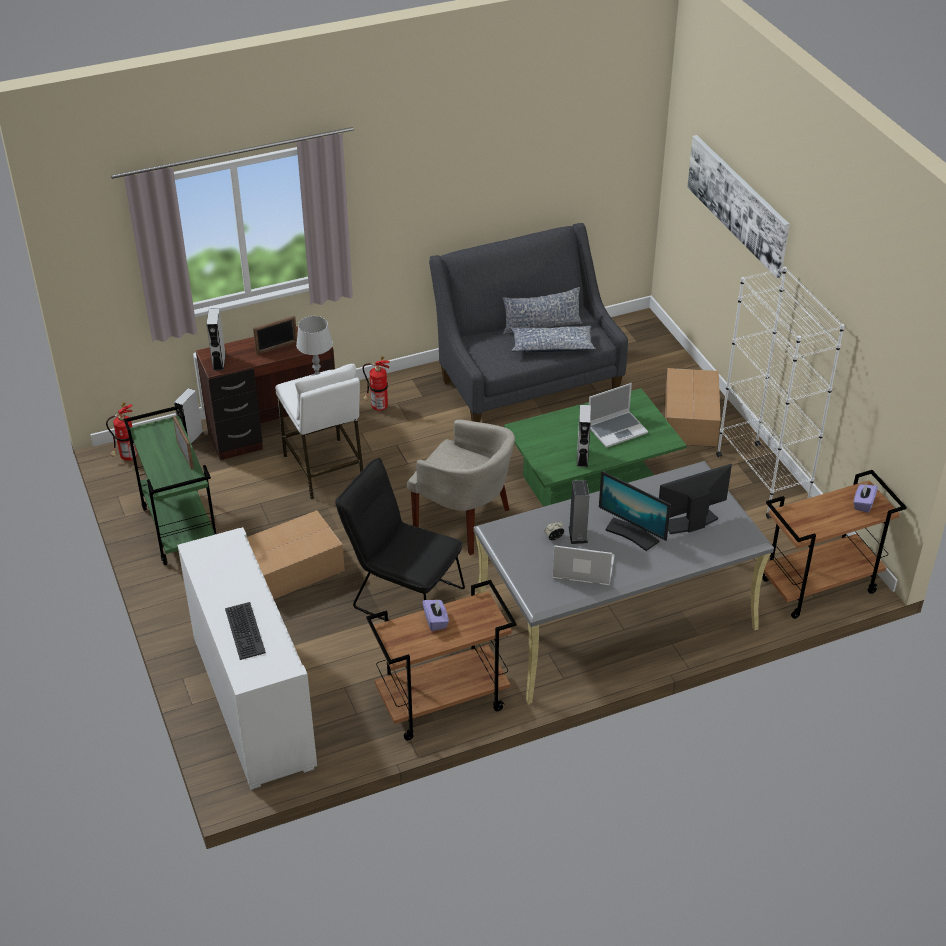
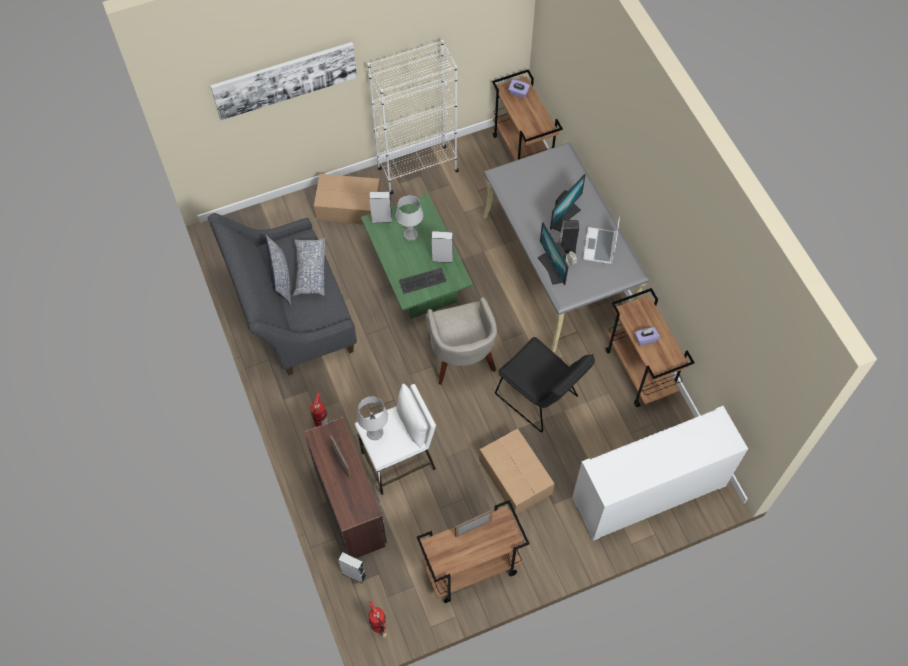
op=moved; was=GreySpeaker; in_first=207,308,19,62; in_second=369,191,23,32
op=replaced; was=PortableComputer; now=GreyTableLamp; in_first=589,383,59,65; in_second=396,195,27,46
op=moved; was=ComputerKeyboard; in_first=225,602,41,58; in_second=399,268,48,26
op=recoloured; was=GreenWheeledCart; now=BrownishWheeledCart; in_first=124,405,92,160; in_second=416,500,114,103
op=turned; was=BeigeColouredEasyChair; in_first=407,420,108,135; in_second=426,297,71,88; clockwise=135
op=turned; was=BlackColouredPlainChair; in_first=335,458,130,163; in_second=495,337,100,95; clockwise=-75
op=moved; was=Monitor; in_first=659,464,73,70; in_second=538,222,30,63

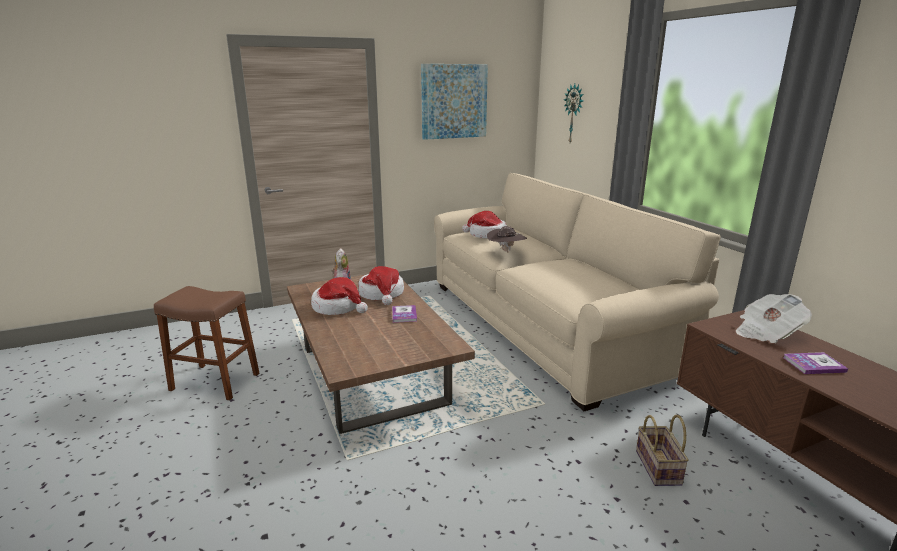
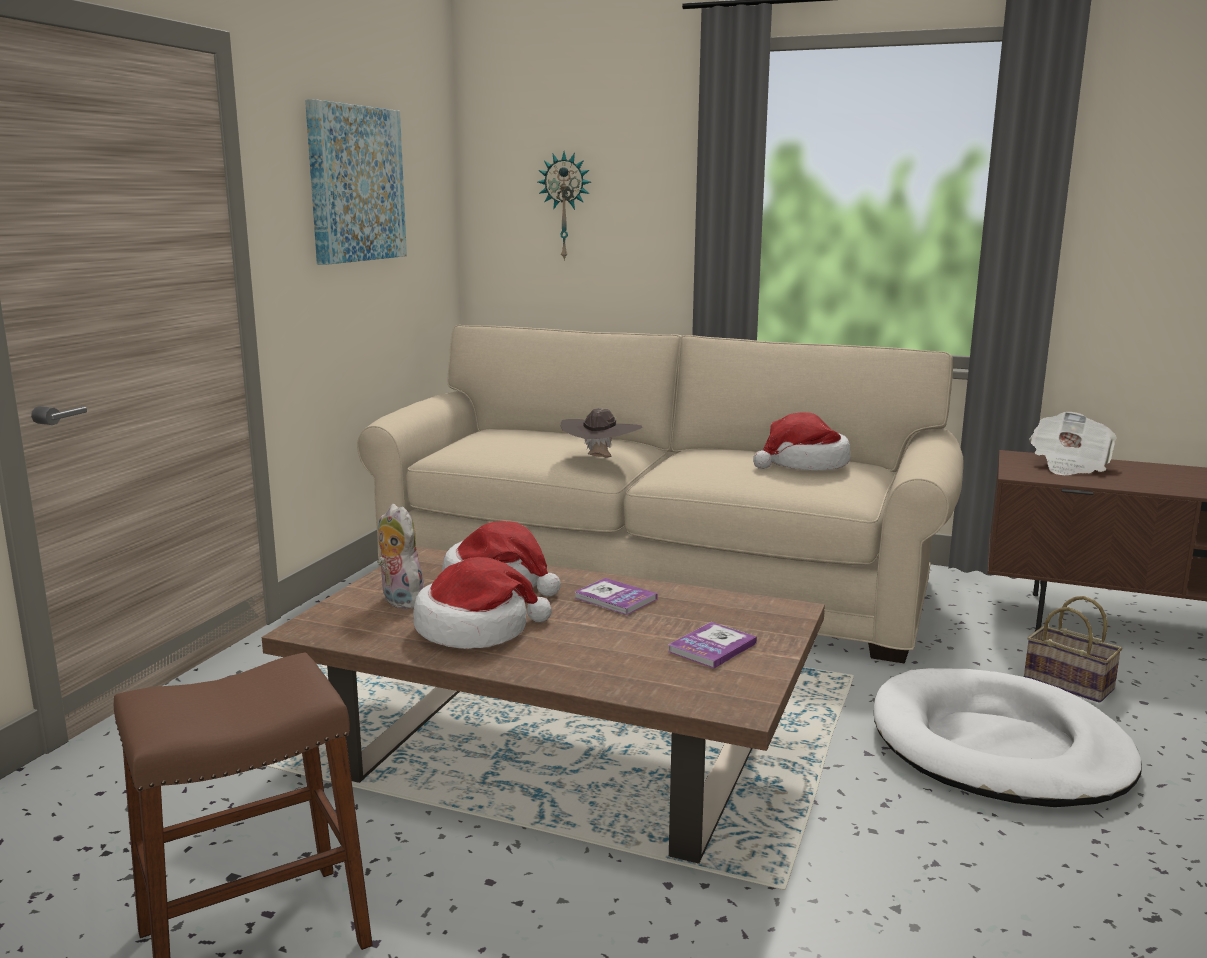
op=moved; was=Volume; in_first=784,352,64,22; in_second=668,622,89,47
op=moved; was=WearableHat; in_first=462,211,45,28; in_second=753,412,97,59
op=added; now=WhiteDogBed; in_second=874,668,268,139

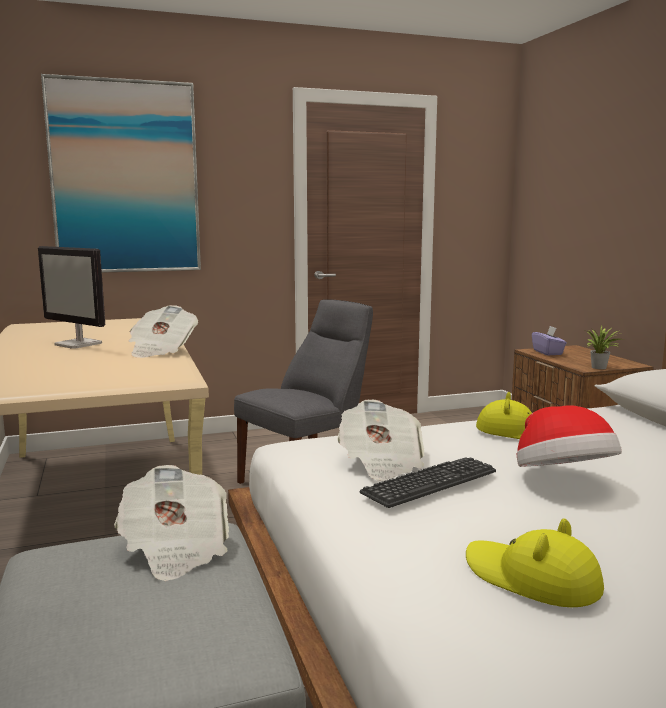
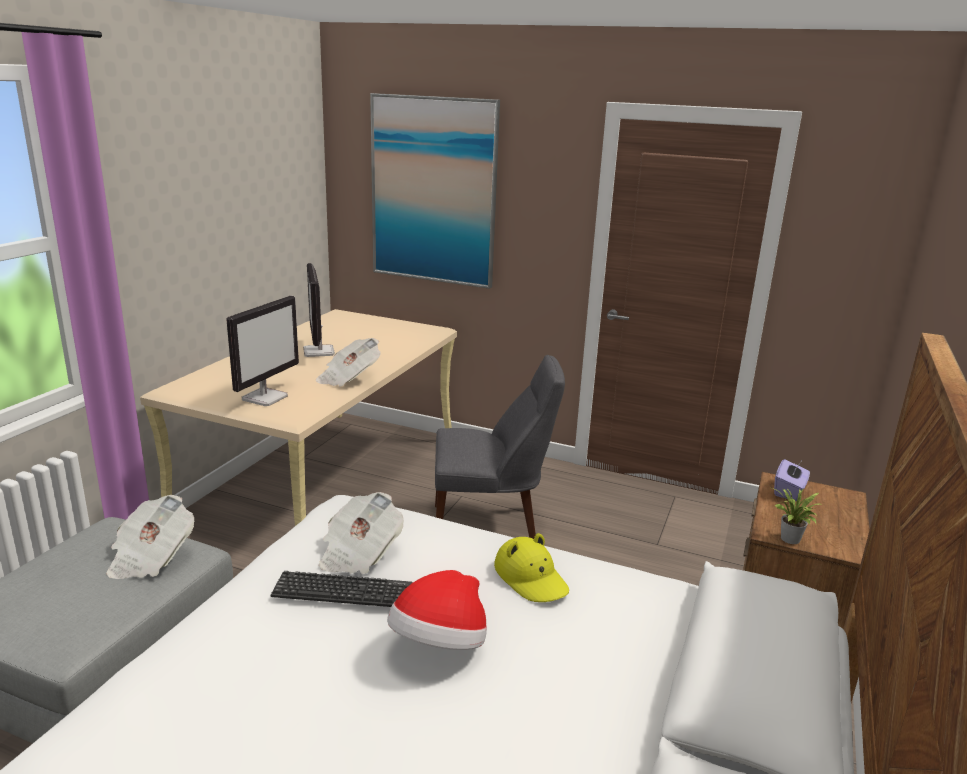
op=added; now=Monitor; in_second=226,296,73,110
op=removed; was=YellowWearableHat; in_first=466,518,138,89

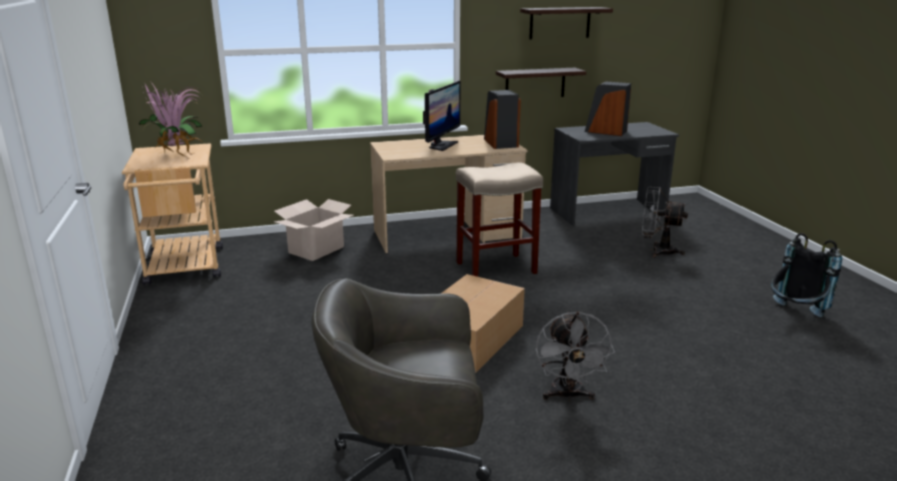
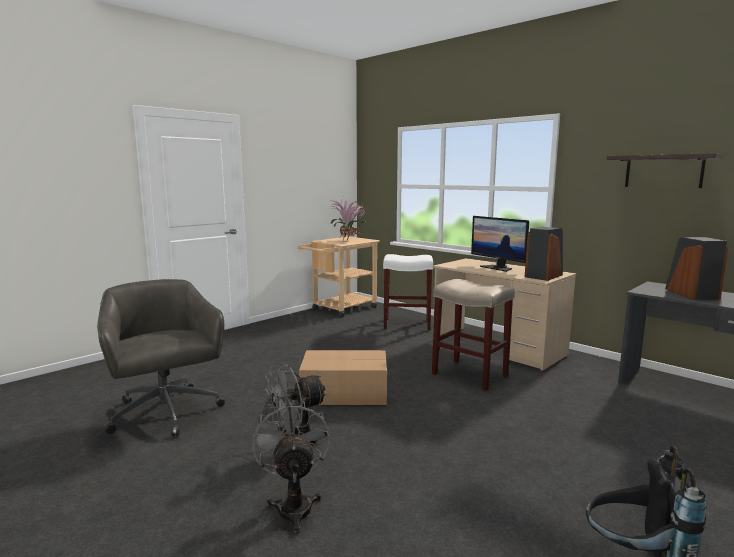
op=moved; was=GreyCoolingFan; in_first=642,187,46,70; in_second=252,401,79,133
op=replaced; was=PackingBox; now=WhiteStoolSeat; in_first=274,199,80,62; in_second=383,254,50,76
op=turned; was=Monitor; in_first=423,81,37,70; in_second=471,216,58,56; clockwise=60
op=removed; was=Shelf; in_first=496,68,90,29

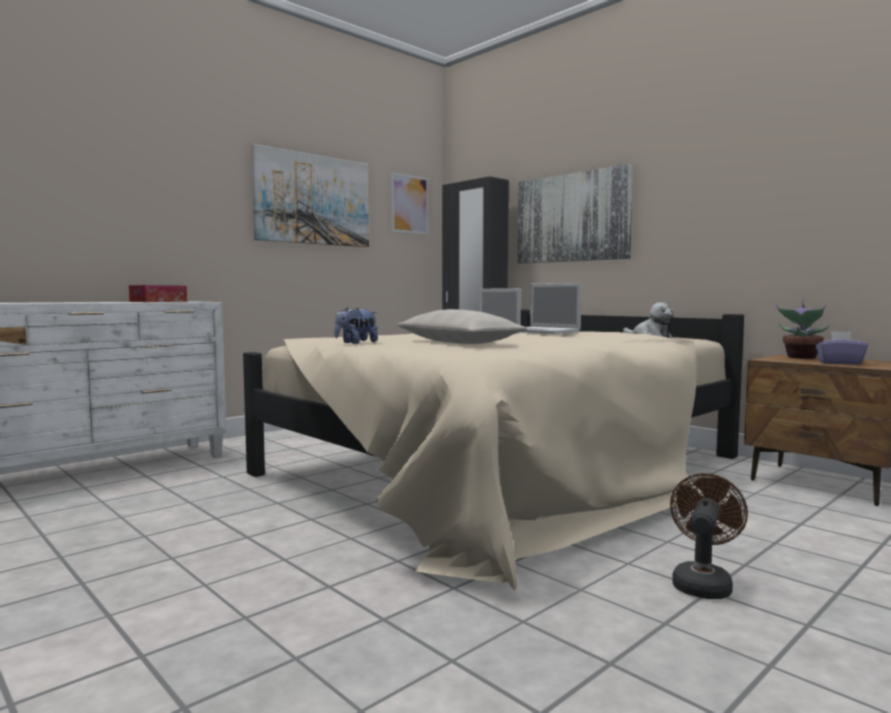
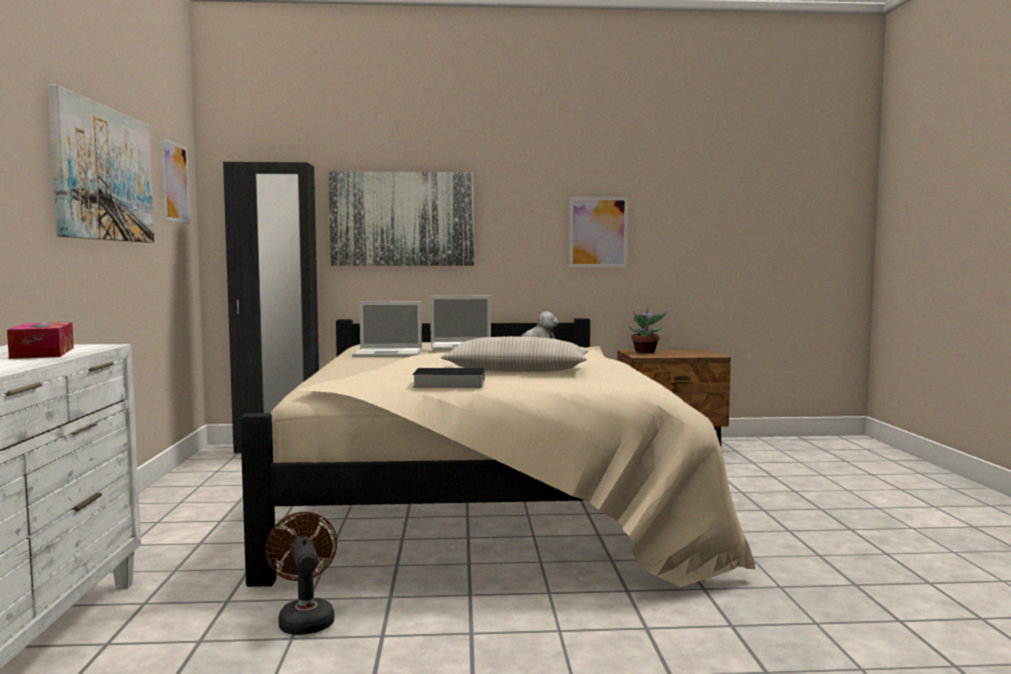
op=moved; was=BrownishCoolingFan; in_first=670,473,78,126; in_second=265,512,72,123
op=replaced; was=CuddlyToy; now=Volume; in_first=334,308,44,36; in_second=407,368,77,20
op=added; now=Picture; in_second=569,197,59,70
op=removed; was=PurpleColouredTissueHolder; in_first=815,331,53,34

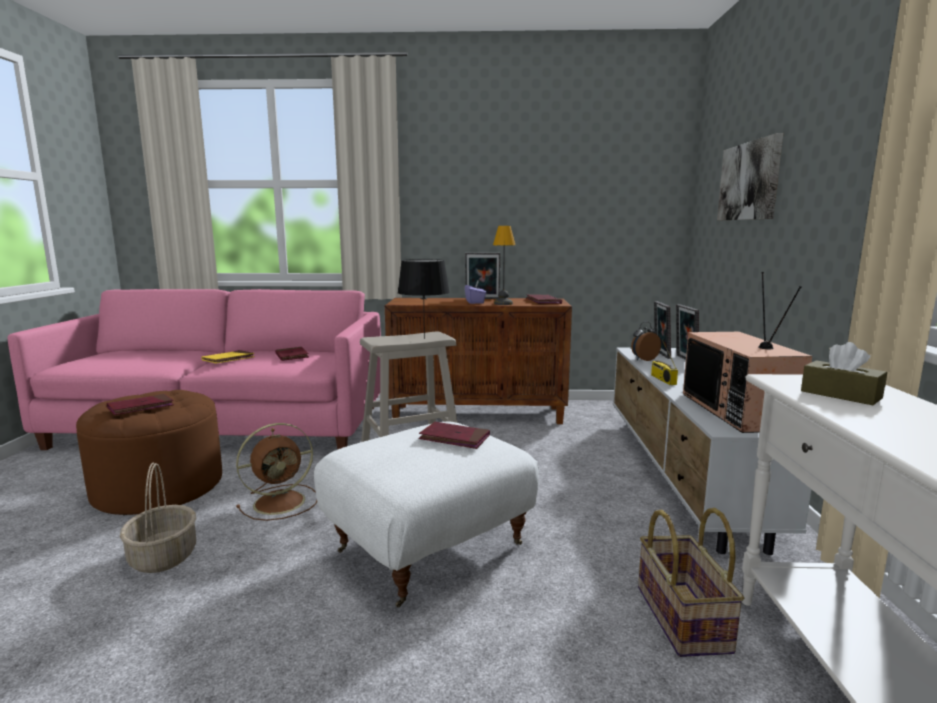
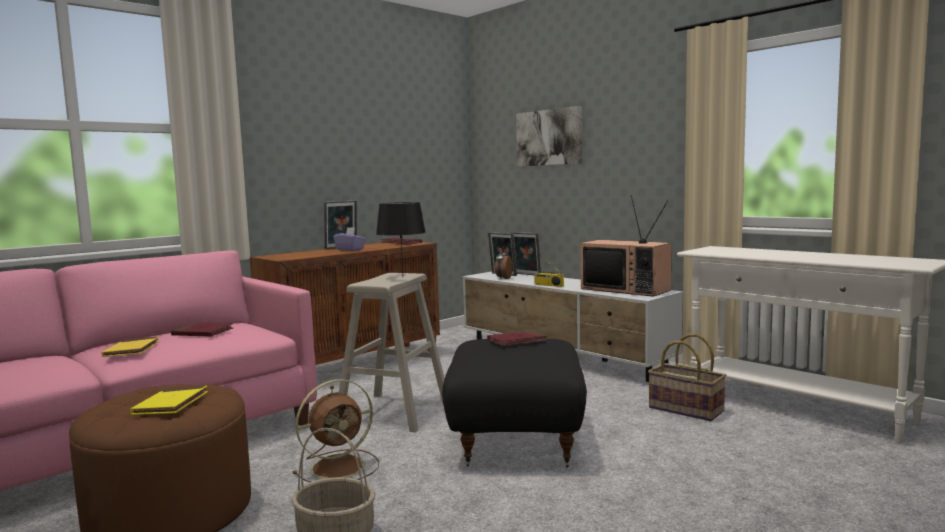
op=recoloured; was=RedVolume; now=YellowVolume; in_first=107,394,67,21; in_second=130,386,78,29
op=turned; was=BrownishCoolingFan; in_first=236,423,81,98; in_second=293,379,86,103; clockwise=45
op=recoloured; was=WhiteFootrest; now=BlackColouredFootrest; in_first=314,422,225,185; in_second=442,338,145,130
op=removed; was=TableLamp; in_first=493,226,22,79
op=removed; was=BrownishTissueHolder; in_first=801,342,86,63

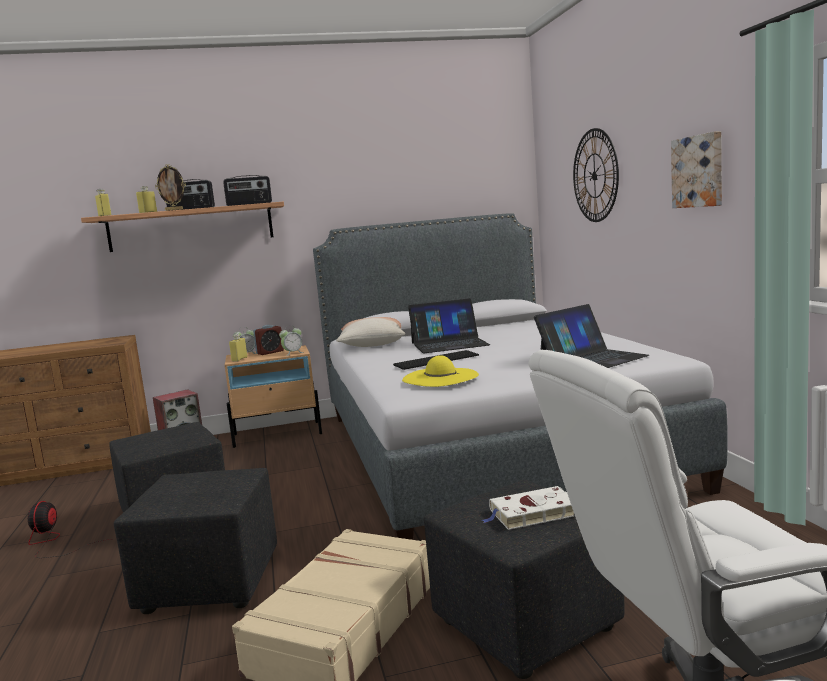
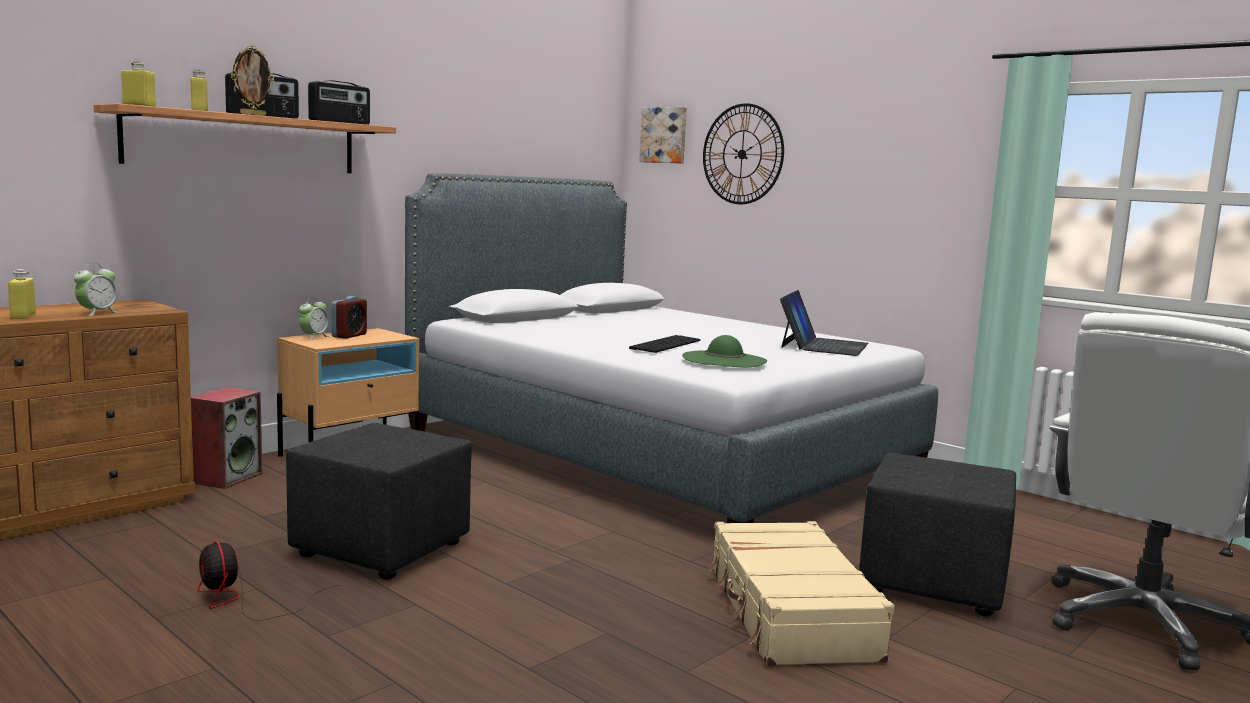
op=moved; was=YellowDrinkBottle; in_first=229,334,19,28; in_second=8,269,28,50
op=moved; was=BedsideClock; in_first=279,325,25,31; in_second=74,263,44,53
op=moved; was=Picture; in_first=671,131,51,77; in_second=639,107,48,57
op=recoloured; was=YellowWearableHat; now=GreenWearableHat; in_first=402,355,77,32; in_second=682,335,85,32
op=removed; was=BlackColouredFootrest; in_first=114,468,163,146
op=removed; was=ThrowPillow; in_first=336,317,69,30
op=removed; was=PortableComputer; in_first=408,298,82,55
op=removed; was=WhiteVolume; in_first=482,486,92,44

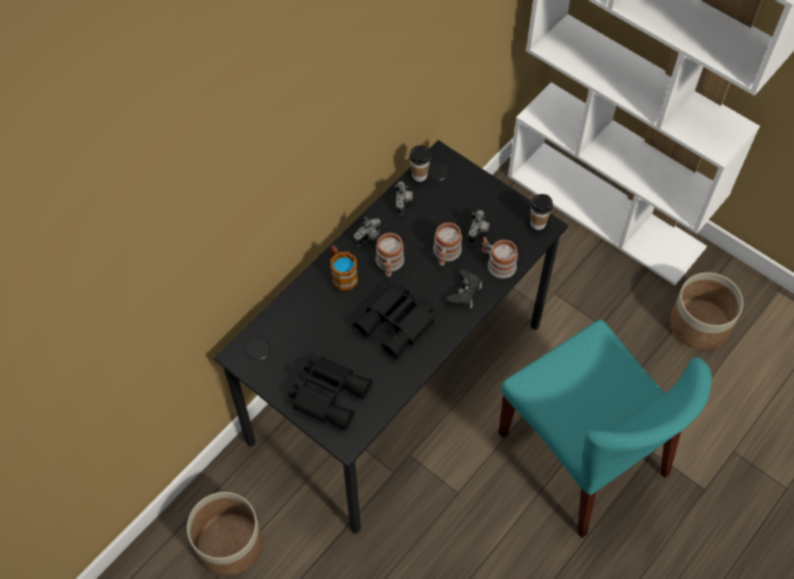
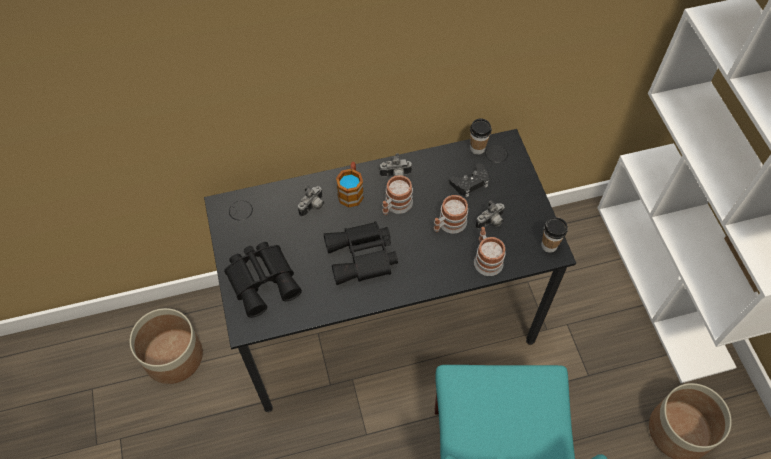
op=moved; was=StillCamera; in_first=395,181,18,35; in_second=298,186,26,31
op=moved; was=BlackColouredGamepad; in_first=446,269,36,40; in_second=449,163,40,34

